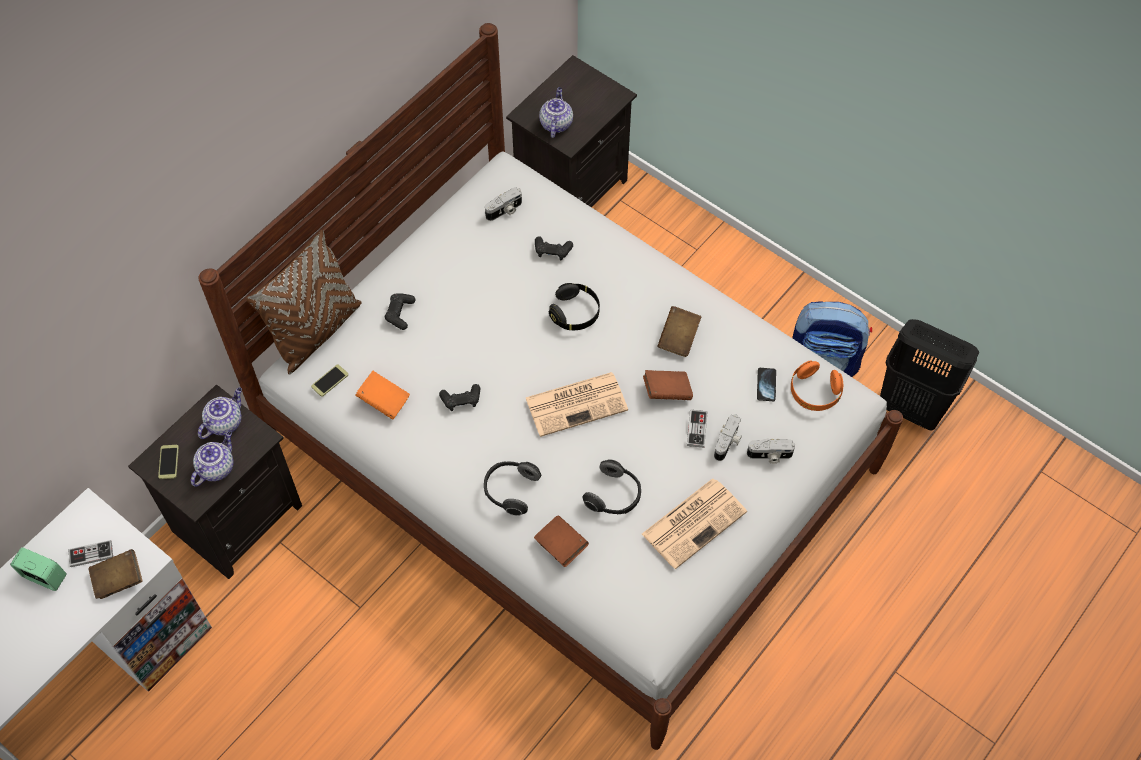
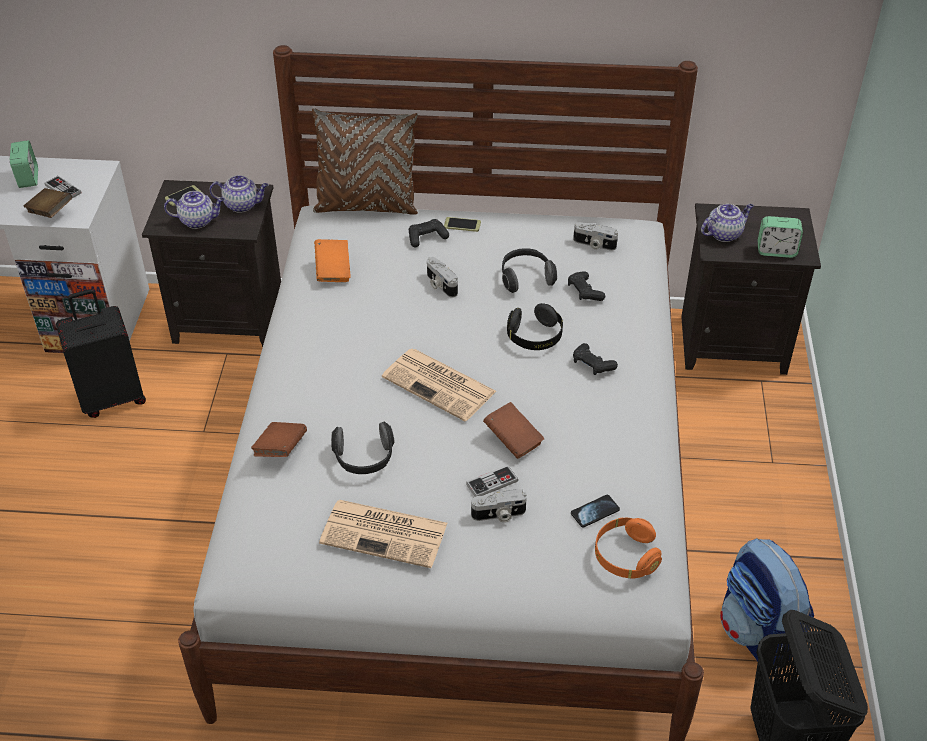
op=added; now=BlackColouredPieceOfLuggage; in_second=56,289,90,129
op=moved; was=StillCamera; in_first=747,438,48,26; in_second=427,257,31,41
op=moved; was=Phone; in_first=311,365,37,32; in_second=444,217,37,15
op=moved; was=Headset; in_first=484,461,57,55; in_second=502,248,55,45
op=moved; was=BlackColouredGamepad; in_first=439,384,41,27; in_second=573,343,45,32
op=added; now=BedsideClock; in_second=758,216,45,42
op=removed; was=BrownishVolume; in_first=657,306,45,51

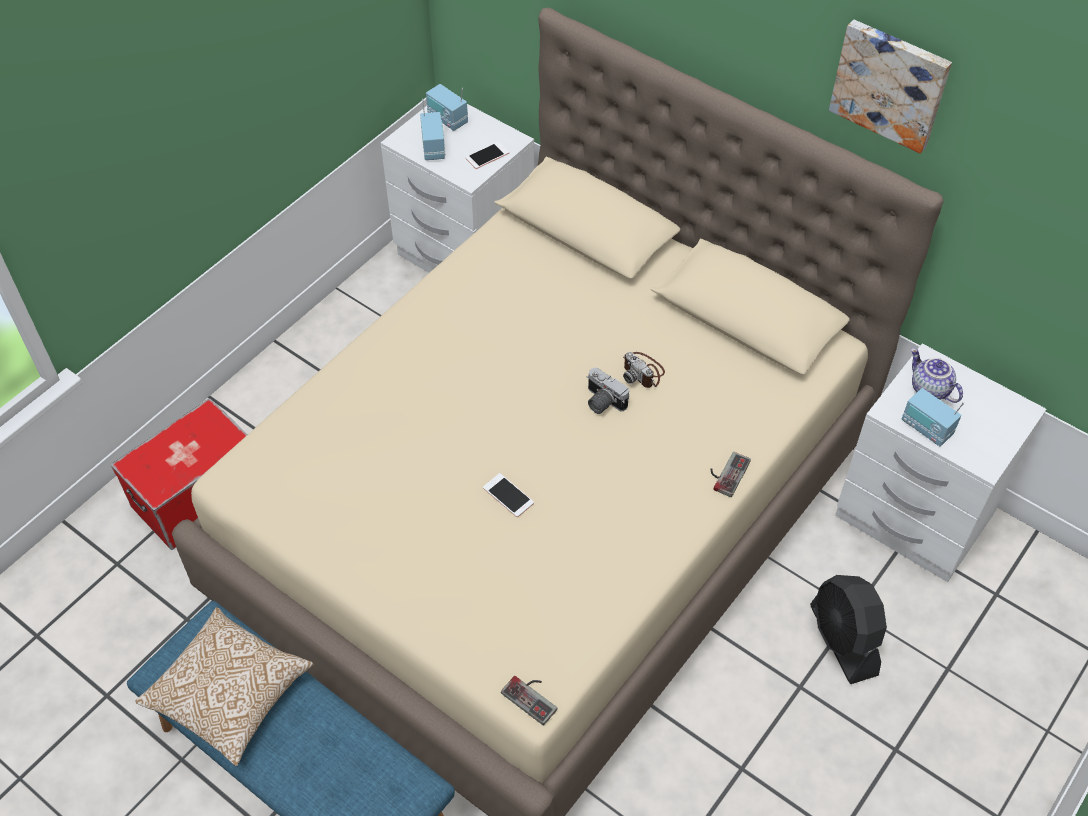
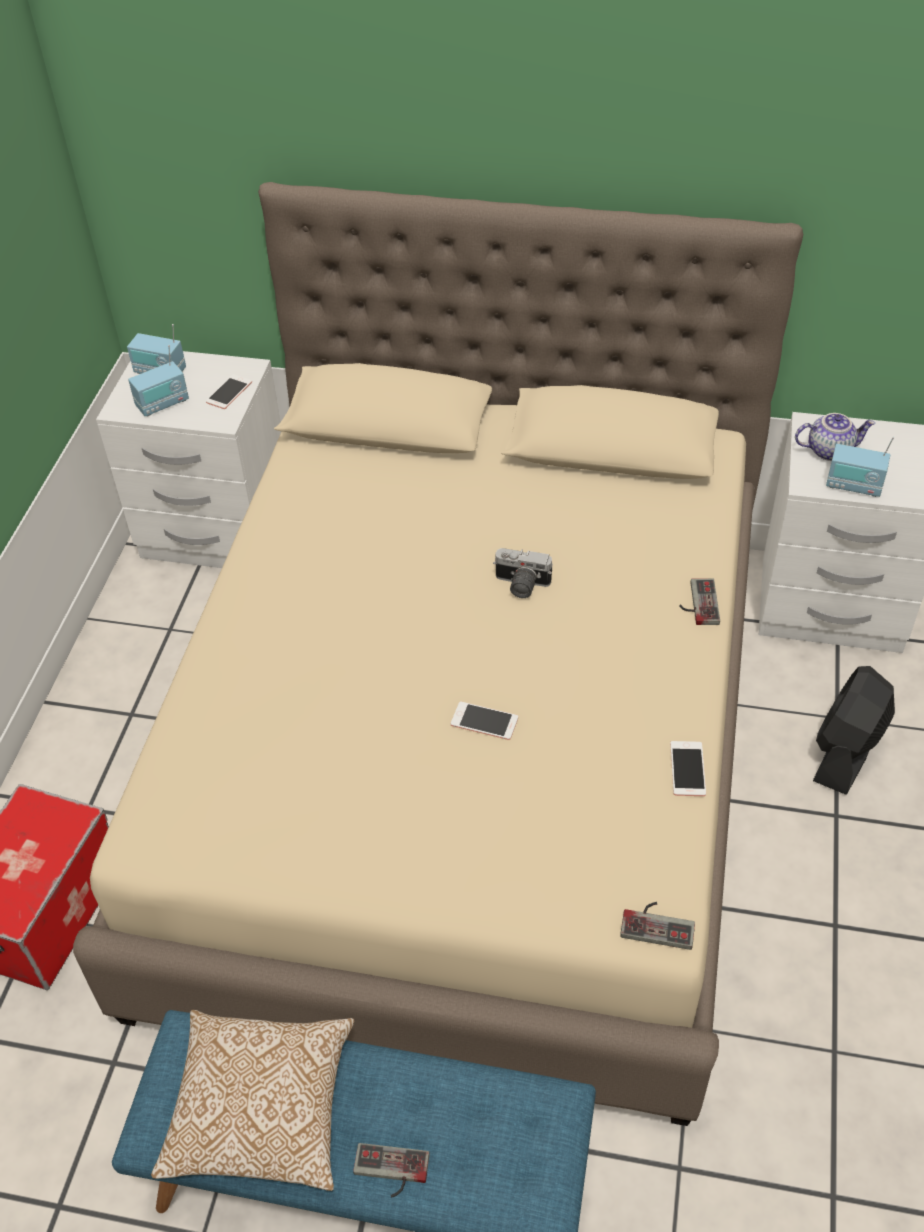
op=turned; was=RadioSet; in_first=420,99,25,61; in_second=128,345,61,71; clockwise=90
op=added; now=Gamepad; in_second=353,1143,77,55
op=added; now=Phone; in_second=670,741,36,55
op=turned; was=PotForTea; in_first=911,348,52,55; in_second=795,413,80,48; clockwise=150
op=turned; was=BlackColouredCoolingFan; in_first=810,575,77,109; in_second=813,666,82,129; clockwise=75
op=removed; was=StillCamera; in_first=623,352,42,36
op=removed; was=Picture; in_first=829,19,123,135

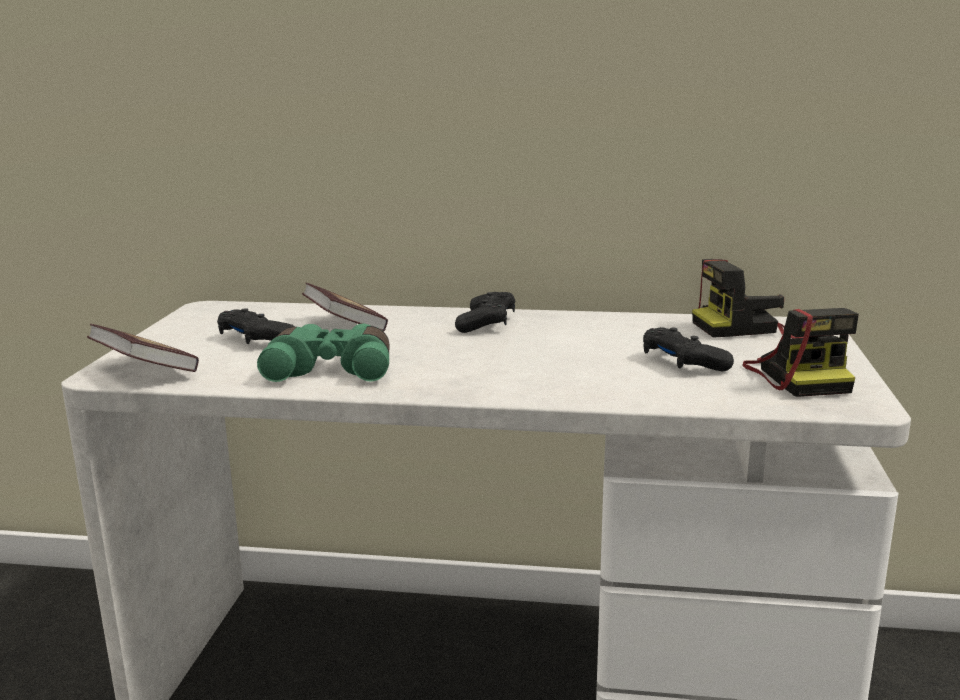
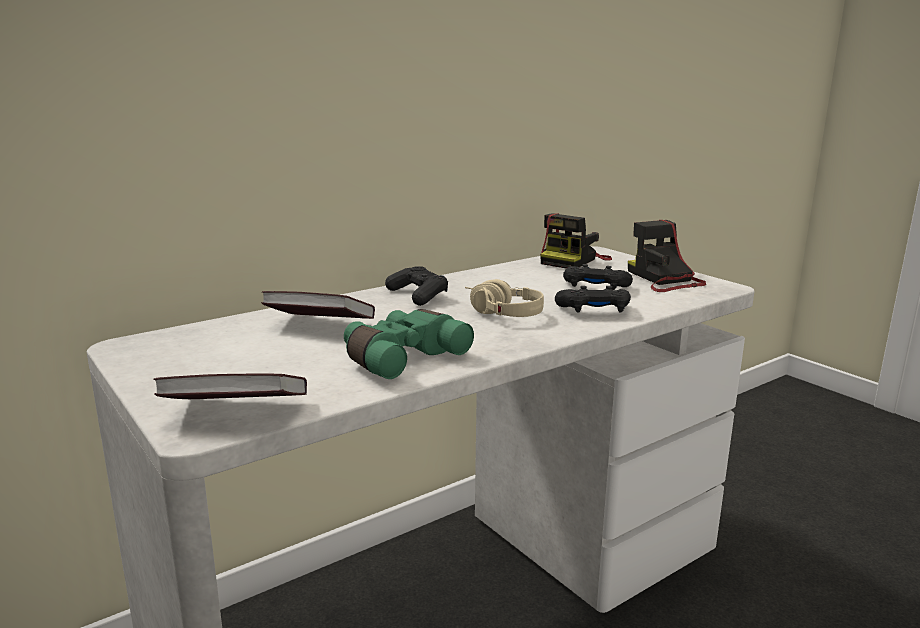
op=added; now=BeigeColouredHeadset; in_second=465,279,79,38
op=moved; was=BlackColouredGamepad; in_first=217,308,78,36; in_second=555,286,76,27
op=turned; was=StillCamera; in_first=743,308,116,89; in_second=628,220,78,72; clockwise=-150

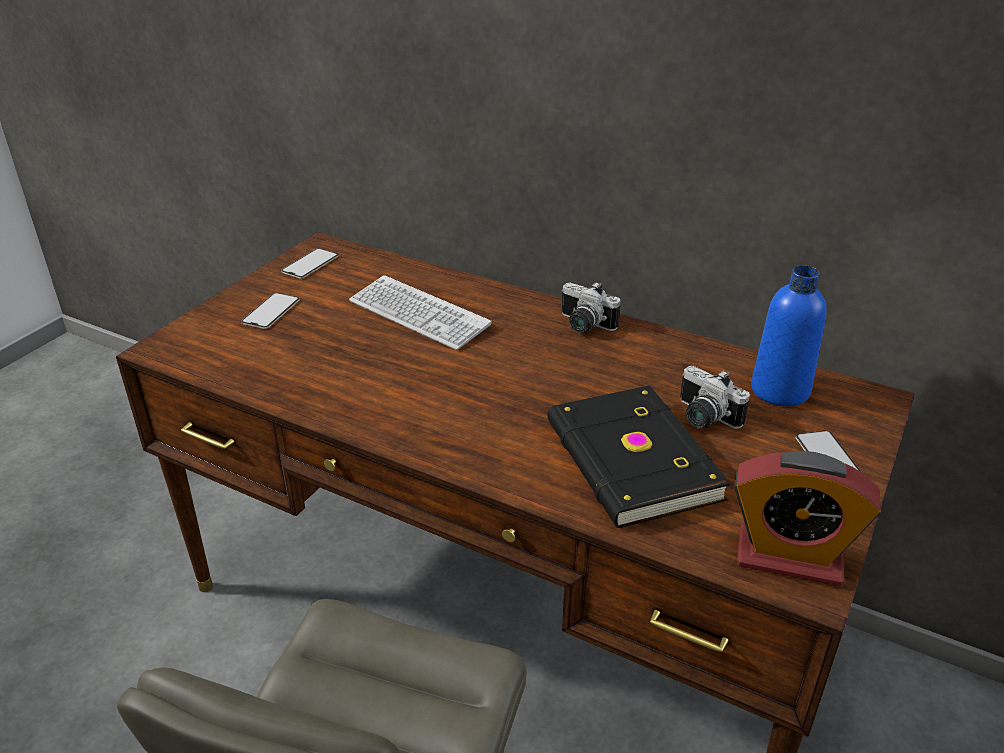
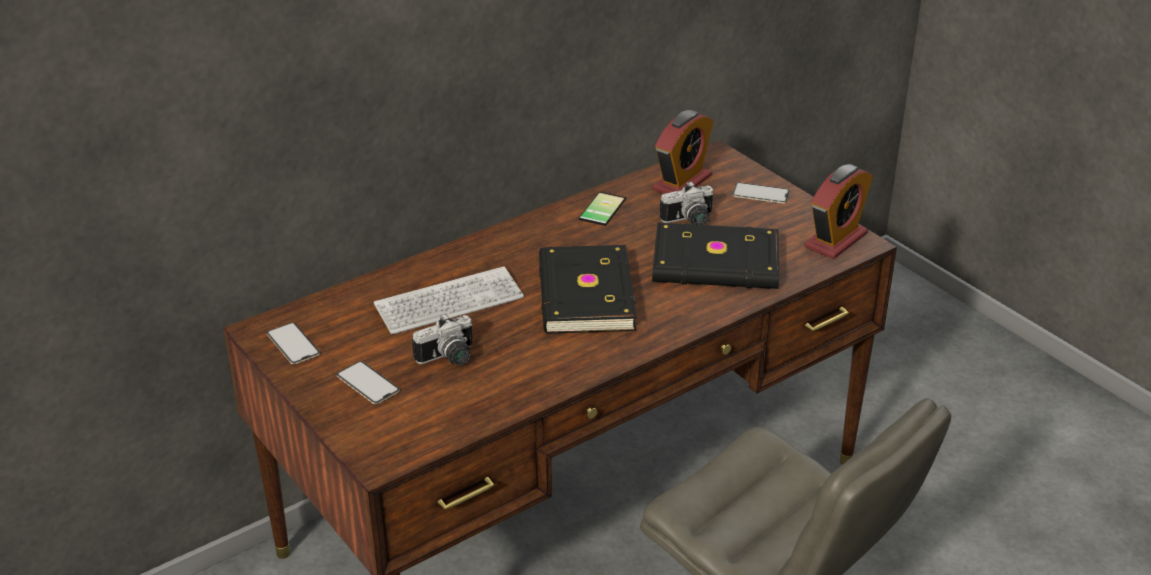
op=moved; was=StillCamera; in_first=561,282,60,51; in_second=412,314,60,51
op=added; now=BlackColouredVolume; in_second=539,245,98,89
op=added; now=Phone; in_second=579,192,47,34
op=replaced; was=BluishDrinkBottle; now=BedsideClock; in_first=751,265,76,141; in_second=653,110,60,84

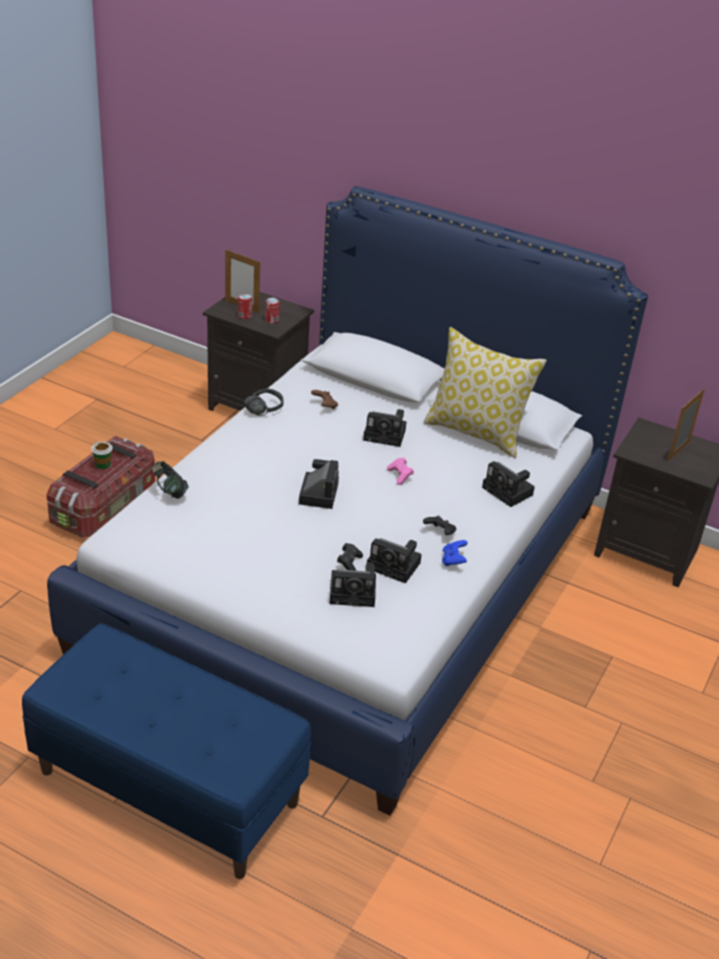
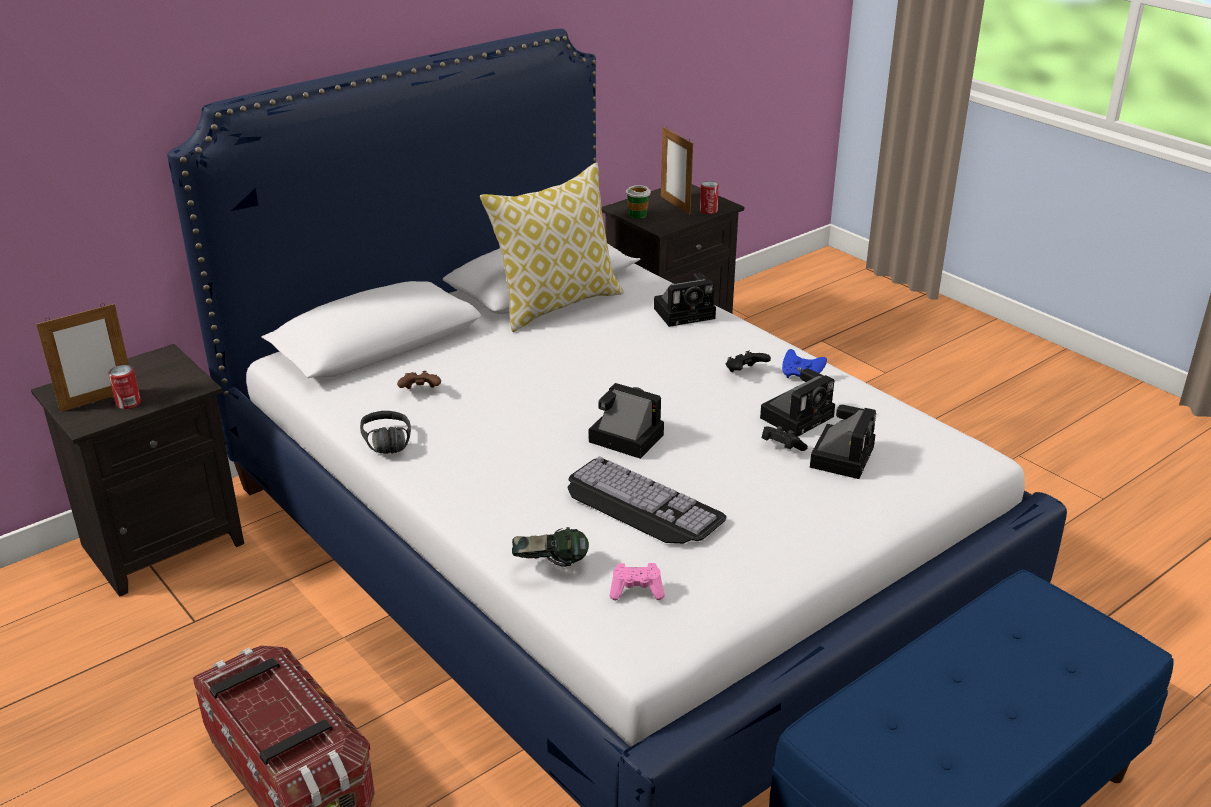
op=added; now=ComputerKeyboard; in_second=567,456,160,88
op=moved; was=PinkGamepad; in_first=387,457,27,28; in_second=610,563,55,37
op=moved; was=DrinkingCup; in_first=91,441,22,28; in_second=626,185,25,33
op=moved; was=MetalCan; in_first=265,298,15,25; in_second=700,181,19,33
op=removed; was=StillCamera; in_first=363,409,43,38

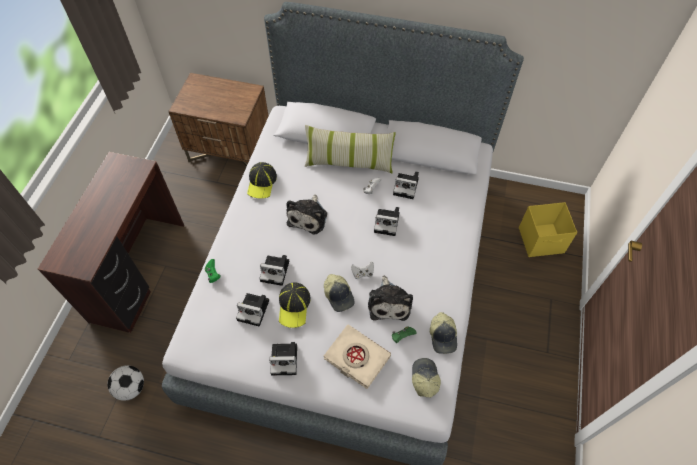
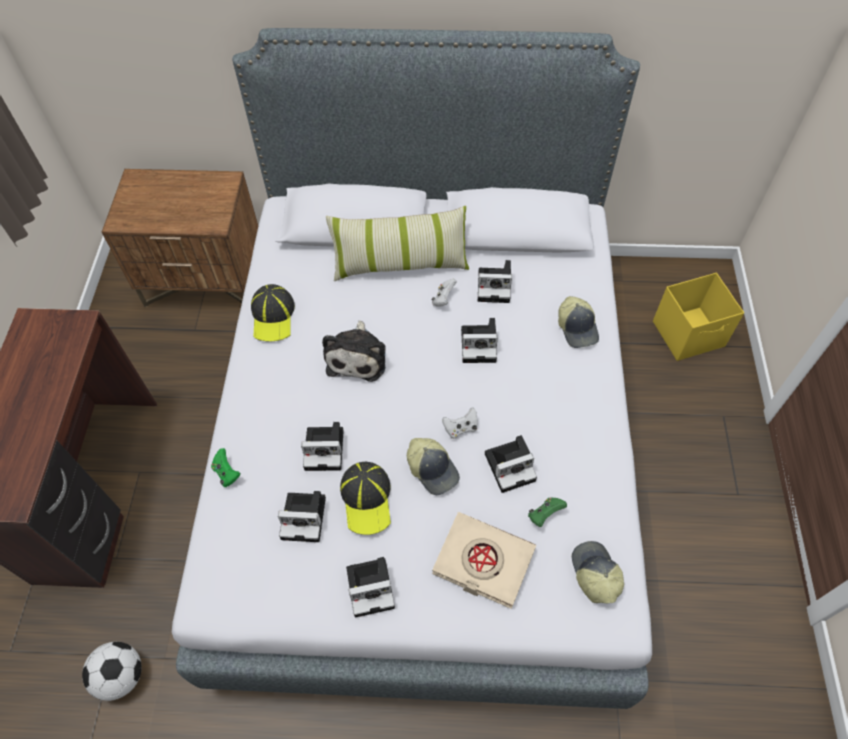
op=replaced; was=CuddlyToy; now=StillCamera; in_first=368,275,45,46; in_second=485,435,52,58
op=moved; was=BaseballCap; in_first=430,312,27,42; in_second=558,296,41,52

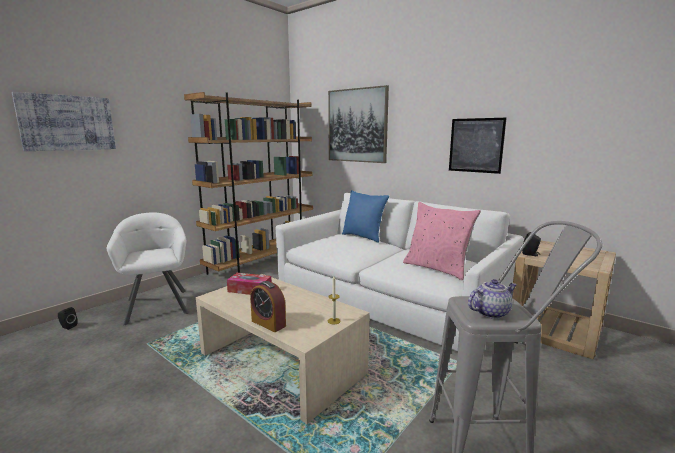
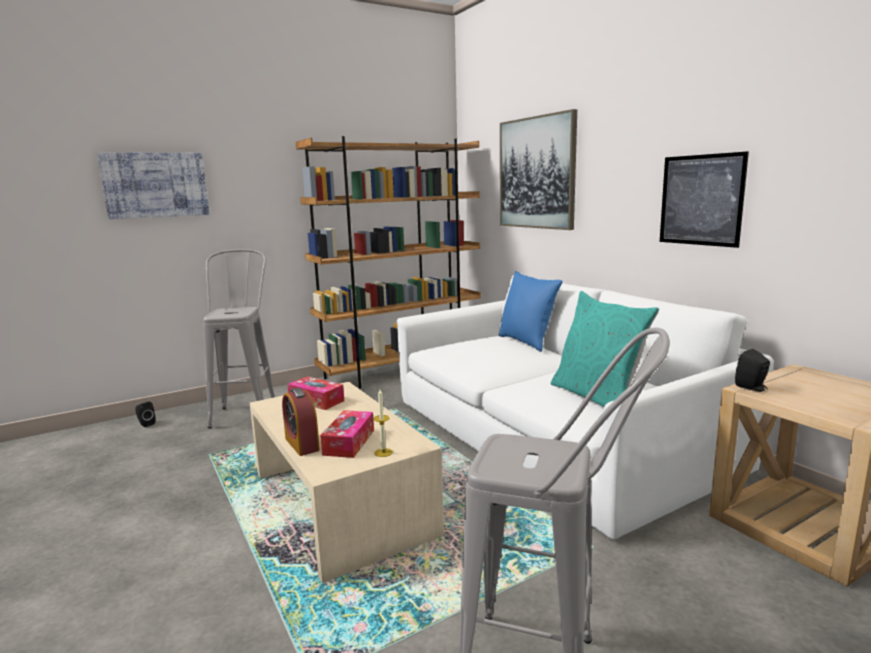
op=replaced; was=WhiteEasyChair; now=GreyStoolSeat; in_first=107,212,82,113; in_second=203,249,72,180
op=added; now=TissueHolder; in_second=320,410,54,48
op=recoloured; was=PinkThrowPillow; now=BlueGreenThrowPillow; in_first=403,202,78,78; in_second=551,291,108,116
op=removed; was=PotForTea; in_first=468,279,49,40

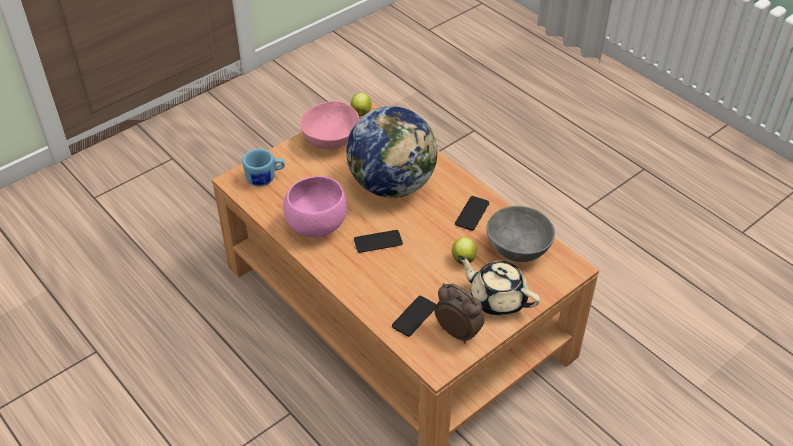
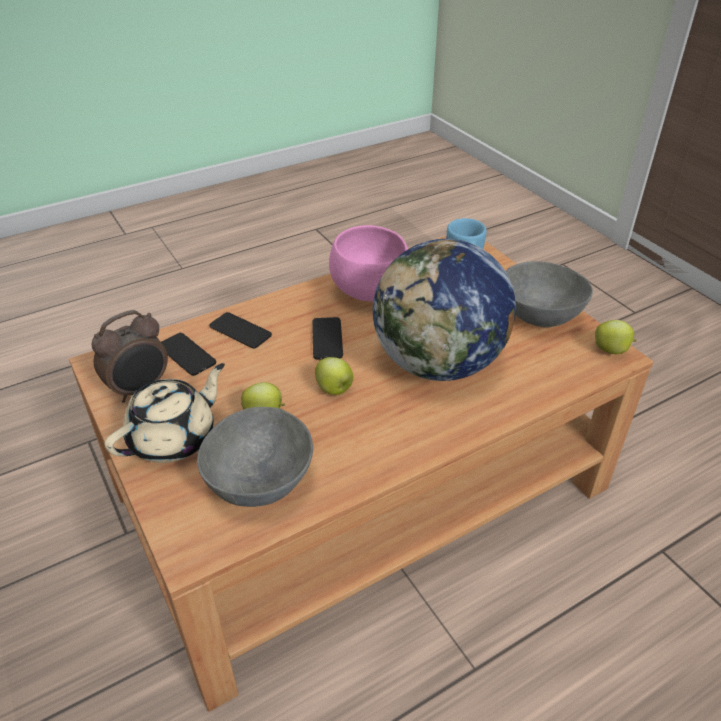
op=moved; was=Phone; in_first=455,196,34,35; in_second=209,312,63,37
op=added; now=AppleFruit; in_second=315,357,38,38
op=recoloured; was=PinkBowl; now=GreyBowl; in_first=300,101,59,49; in_second=505,261,88,66

